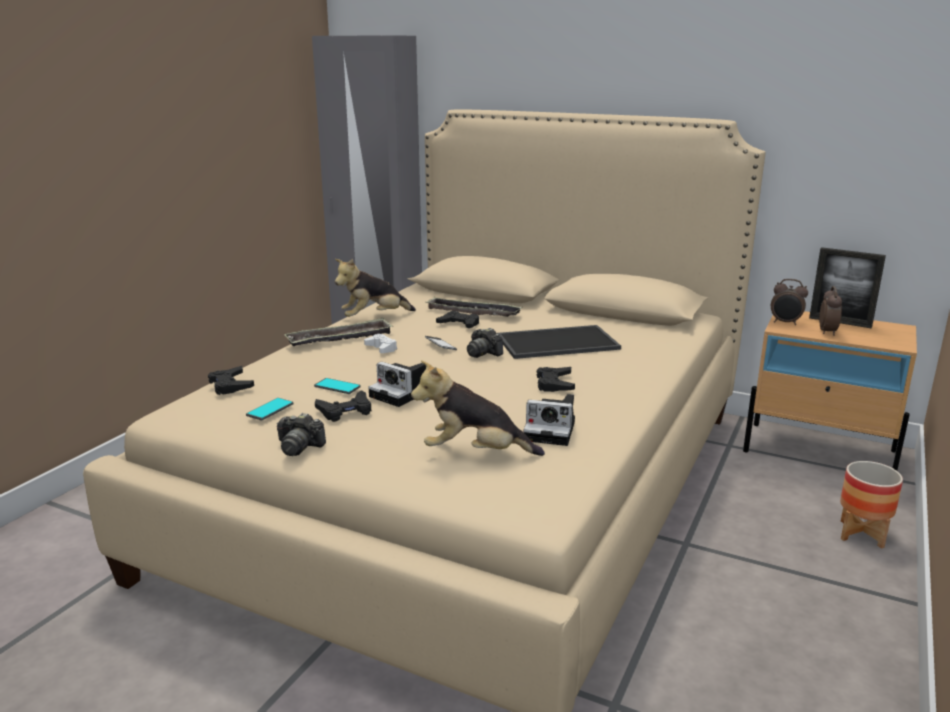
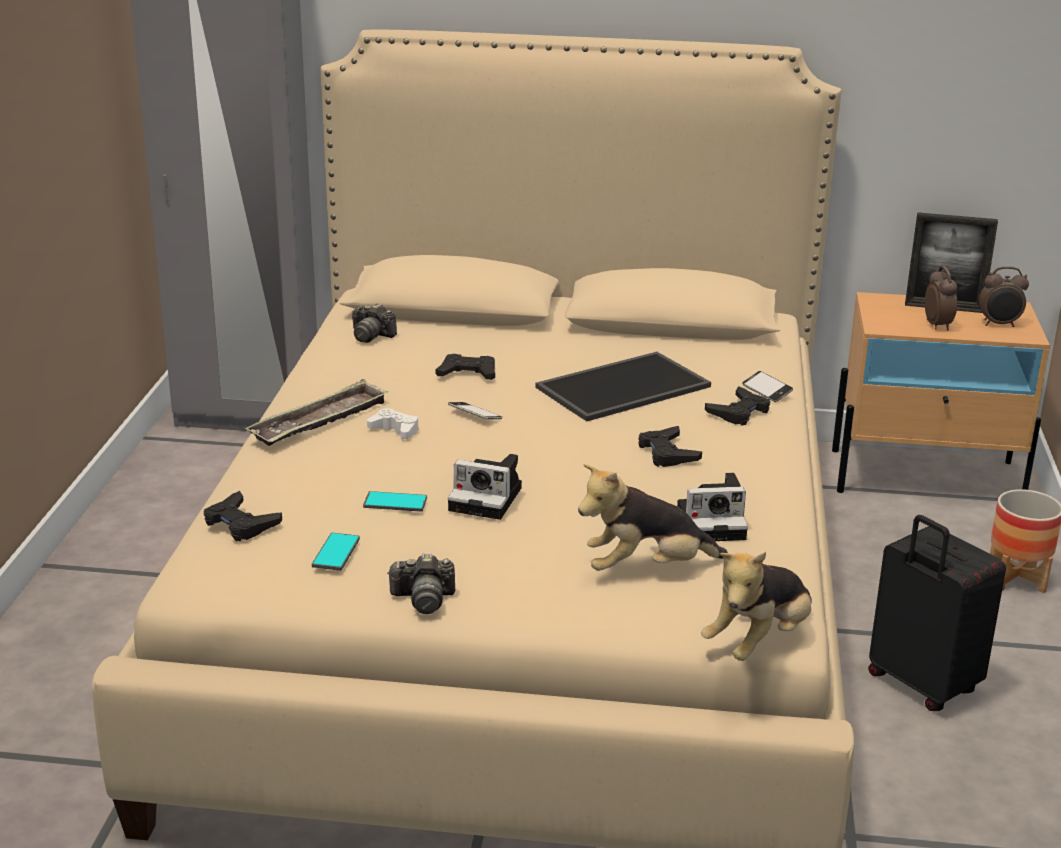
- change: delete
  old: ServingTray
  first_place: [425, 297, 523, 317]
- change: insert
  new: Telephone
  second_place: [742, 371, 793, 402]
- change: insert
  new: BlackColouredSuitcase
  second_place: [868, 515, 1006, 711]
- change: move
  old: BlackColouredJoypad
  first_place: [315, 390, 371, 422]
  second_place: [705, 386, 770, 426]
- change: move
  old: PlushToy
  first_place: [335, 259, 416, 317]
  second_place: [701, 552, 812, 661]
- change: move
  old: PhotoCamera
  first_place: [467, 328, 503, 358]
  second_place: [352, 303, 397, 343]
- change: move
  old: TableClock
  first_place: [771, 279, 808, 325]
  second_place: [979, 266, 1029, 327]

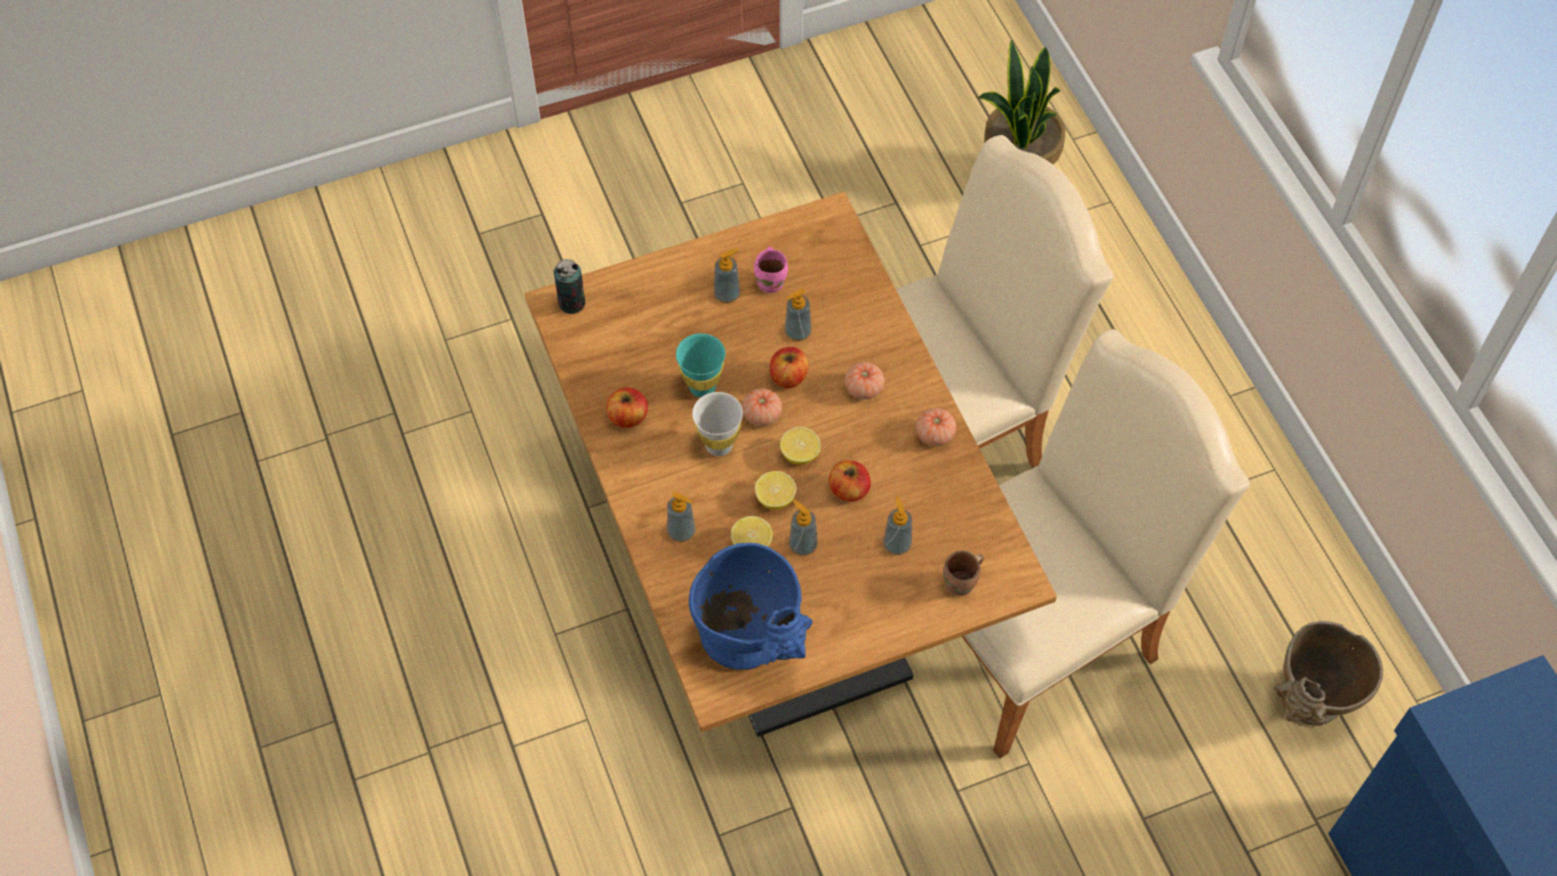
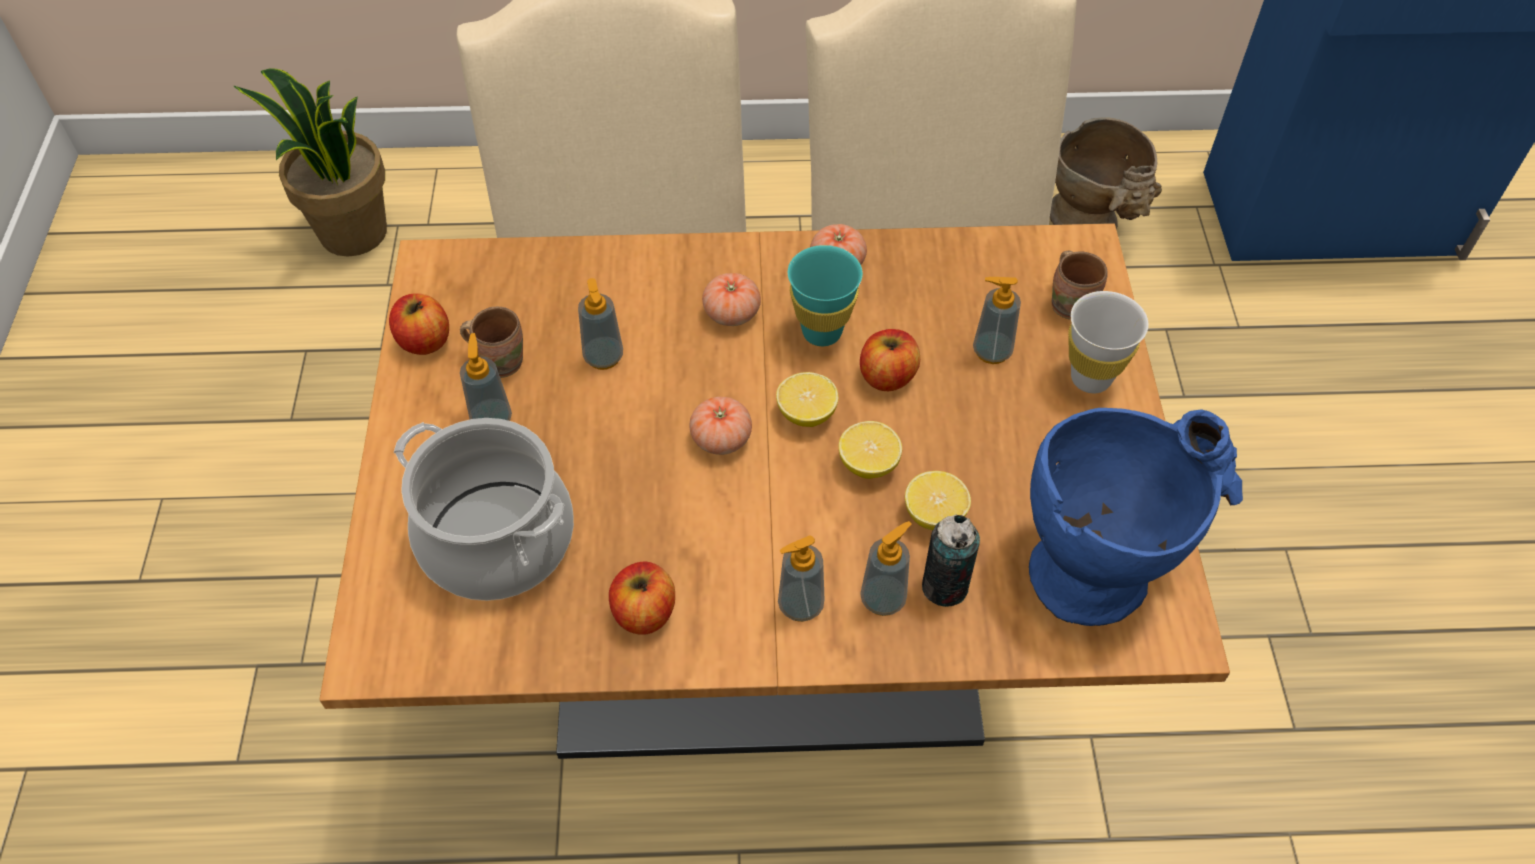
- change: insert
  new: CookingPot
  second_place: [394, 418, 574, 601]
- change: move
  old: MetalCan
  first_place: [554, 259, 585, 314]
  second_place: [922, 515, 980, 607]
- change: move
  old: BlueGreenCup
  first_place: [676, 333, 725, 397]
  second_place: [788, 245, 863, 346]
- change: move
  old: WhiteCup
  first_place: [692, 392, 743, 456]
  second_place: [1068, 291, 1149, 393]
- change: move
  old: Apple
  first_place: [770, 347, 809, 388]
  second_place: [389, 293, 449, 355]
- change: move
  old: SoapDispenser
  first_place: [789, 500, 818, 556]
  second_place: [778, 536, 825, 622]
- change: recolor
  old: PinkCoffeeMug
  new: BrownCoffeeMug
  first_place: [754, 247, 788, 293]
  second_place: [460, 306, 523, 378]

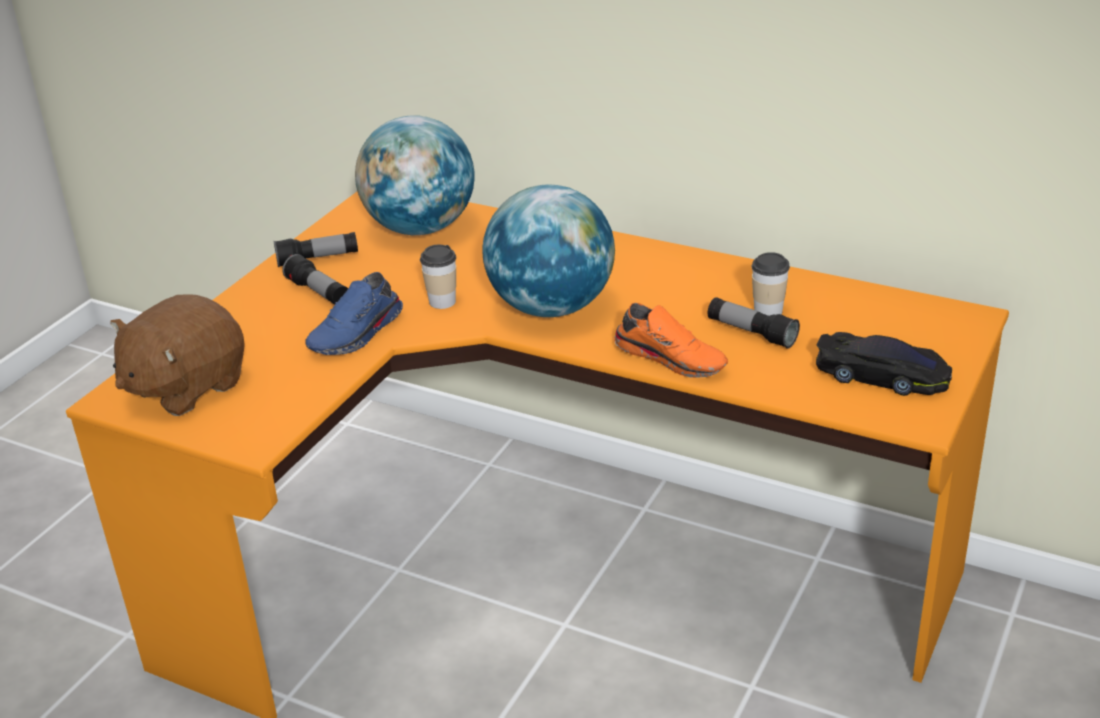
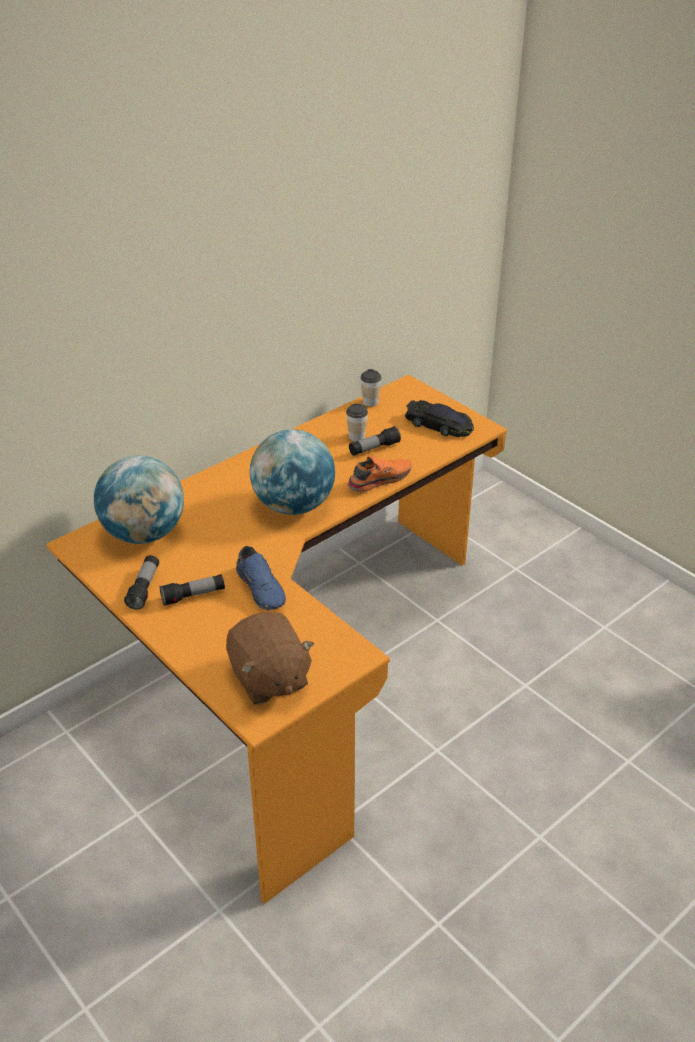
- change: move
  old: Cup
  first_place: [420, 245, 456, 309]
  second_place: [361, 369, 381, 407]
- change: rotate
  old: BlackColouredToyCar
  first_place: [816, 332, 952, 396]
  second_place: [405, 400, 474, 437]
  degrees: 75

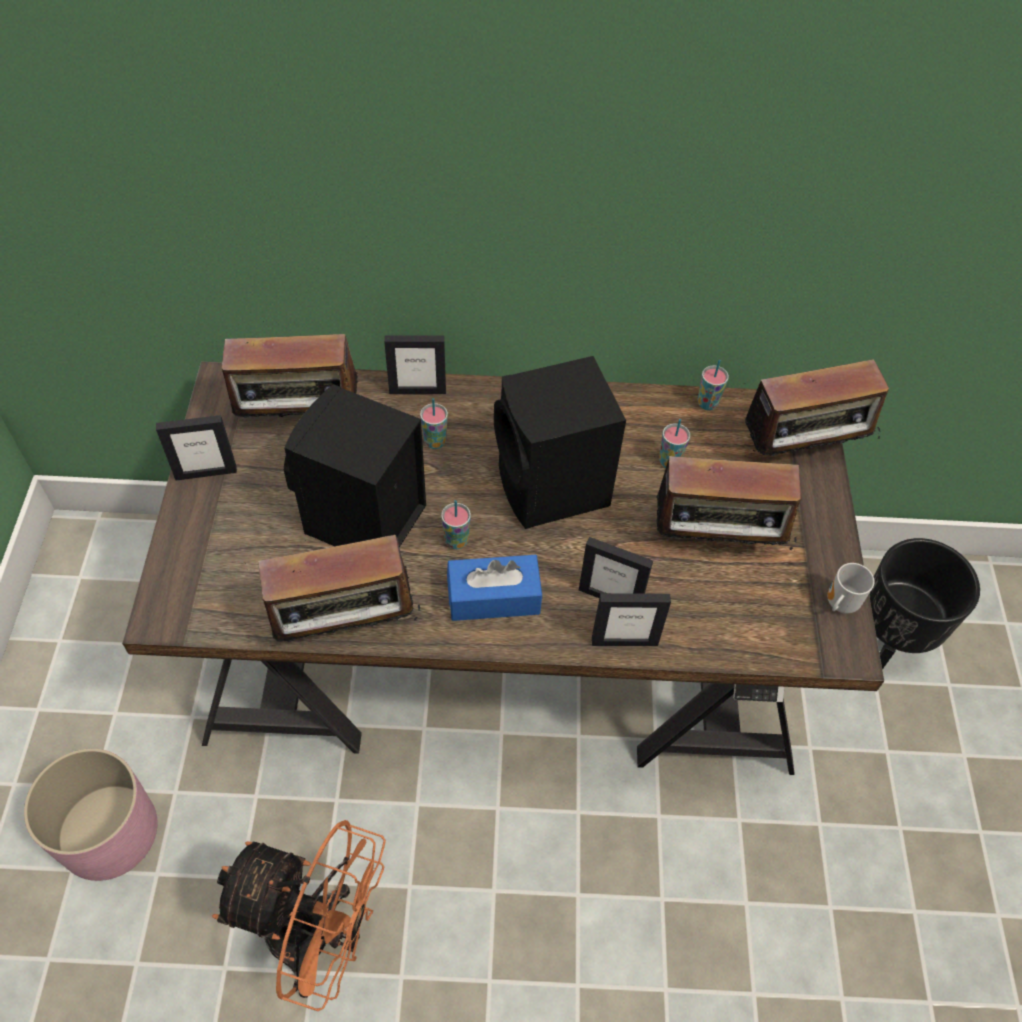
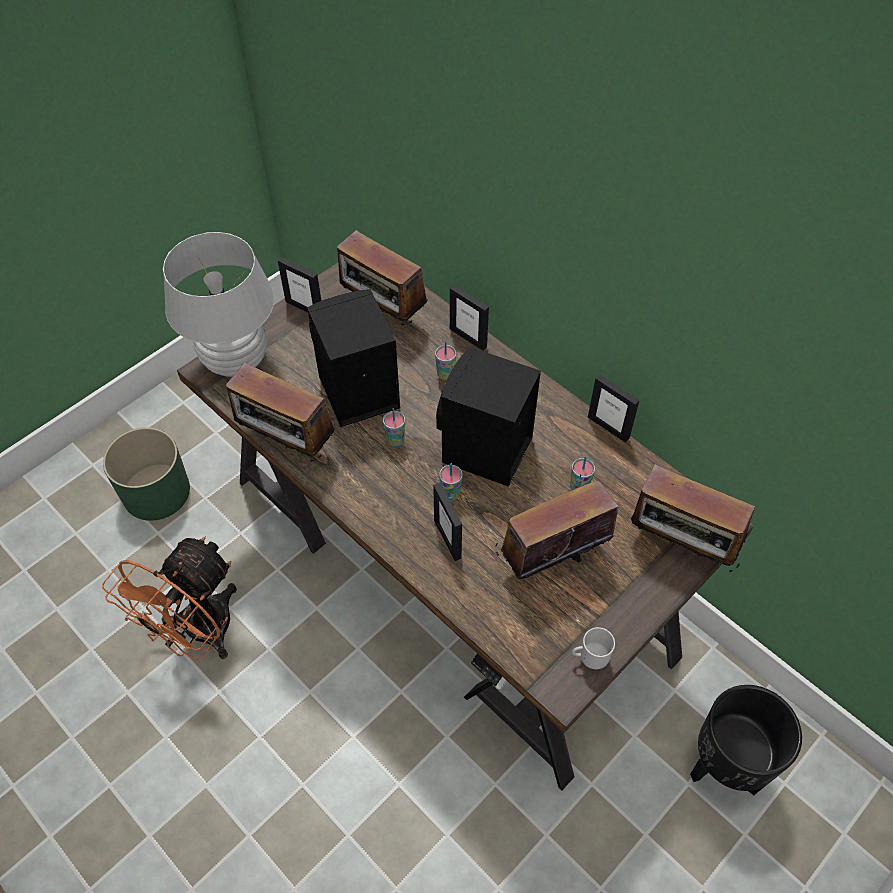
- change: delete
  old: BluishTissueBox
  first_place: [447, 555, 542, 621]
- change: insert
  new: WhiteTabletopLamp
  second_place: [163, 232, 274, 377]
- change: move
  old: StandingFrame
  first_place: [592, 593, 671, 646]
  second_place: [588, 375, 640, 443]
- change: move
  old: Cup
  first_place: [698, 360, 729, 410]
  second_place: [439, 463, 462, 501]
- change: recolor
  old: PinkFlowerPot
  new: GreenishFlowerPot
  first_place: [24, 748, 157, 881]
  second_place: [103, 427, 190, 521]
- change: rotate
  old: OrangeCoolingFan
  first_place: [212, 820, 386, 1011]
  second_place: [102, 536, 237, 661]
  degrees: 60
- change: rotate
  old: RadioSet
  first_place: [657, 446, 801, 550]
  second_place: [495, 474, 619, 579]
  degrees: 105

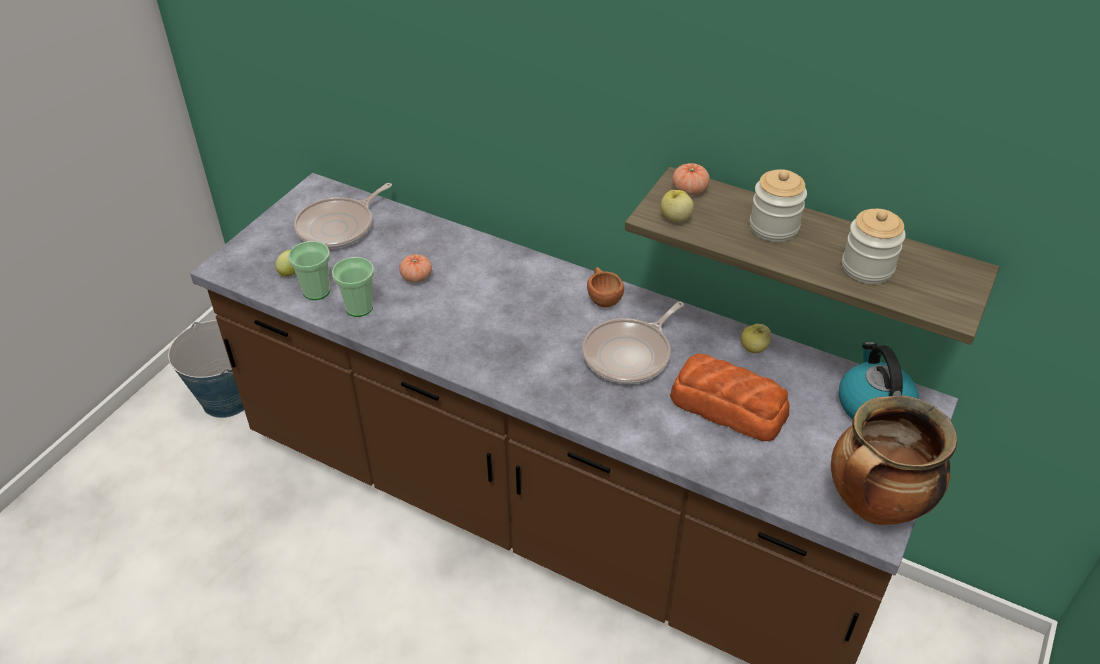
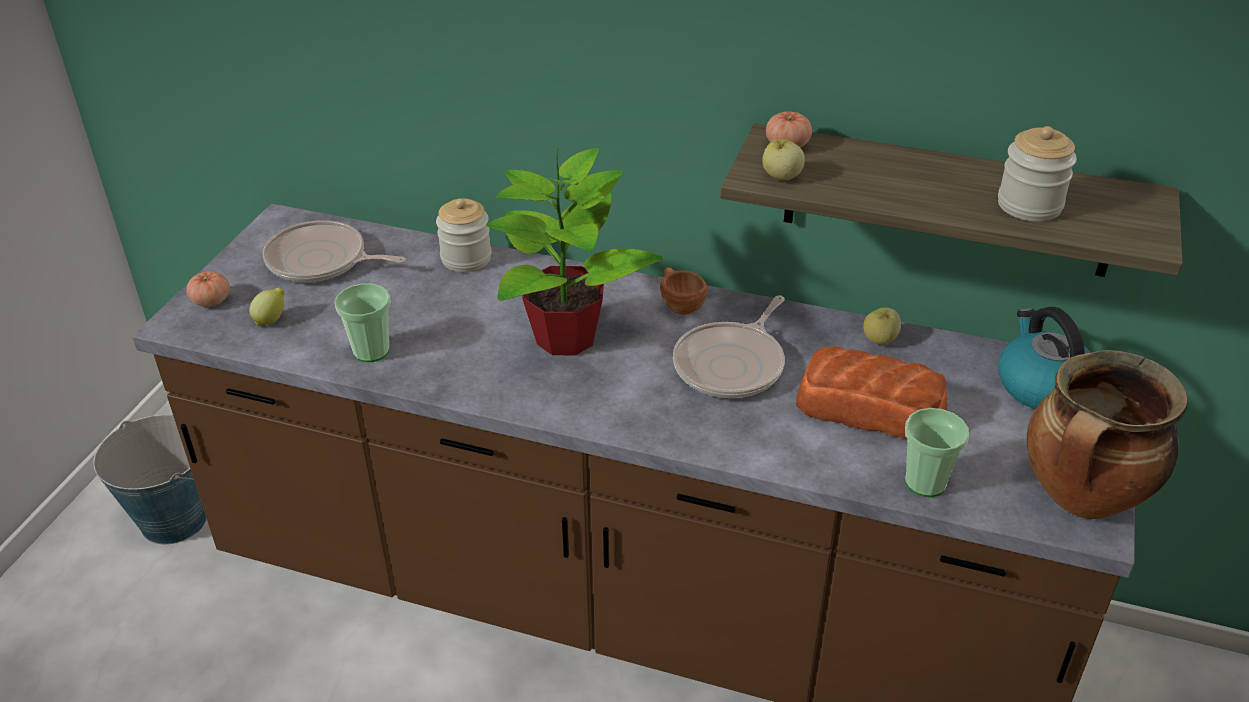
- change: insert
  new: PottedPlant
  second_place: [486, 148, 664, 356]
- change: move
  old: Cup
  first_place: [288, 241, 330, 300]
  second_place: [905, 408, 969, 497]
- change: move
  old: Tomato
  first_place: [399, 254, 432, 283]
  second_place: [186, 271, 230, 307]
- change: move
  old: PreserveJar
  first_place: [750, 169, 807, 242]
  second_place: [436, 198, 492, 272]
- change: rotate
  old: Pan
  first_place: [294, 183, 392, 249]
  second_place: [263, 220, 406, 282]
  degrees: 75

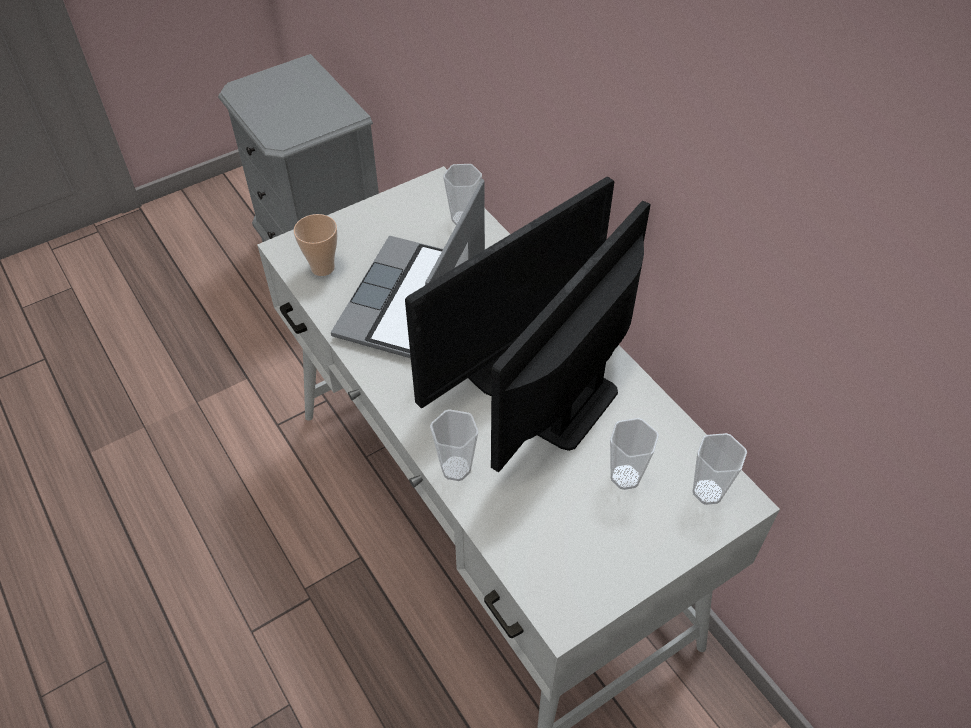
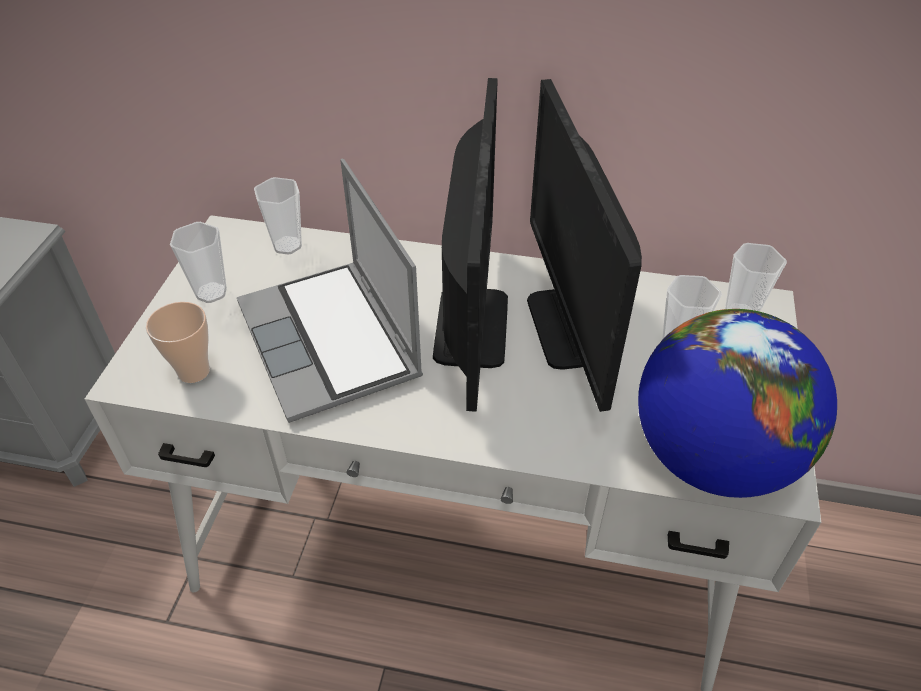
- change: insert
  new: Globe
  second_place: [638, 309, 837, 498]
- change: move
  old: Cup
  first_place: [430, 409, 479, 481]
  second_place: [170, 222, 227, 303]

